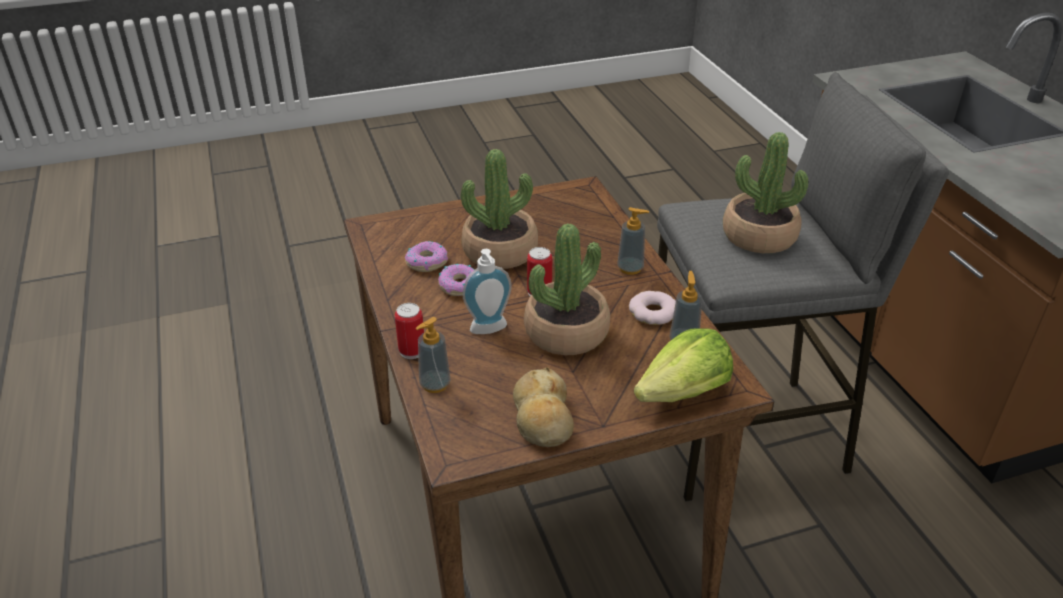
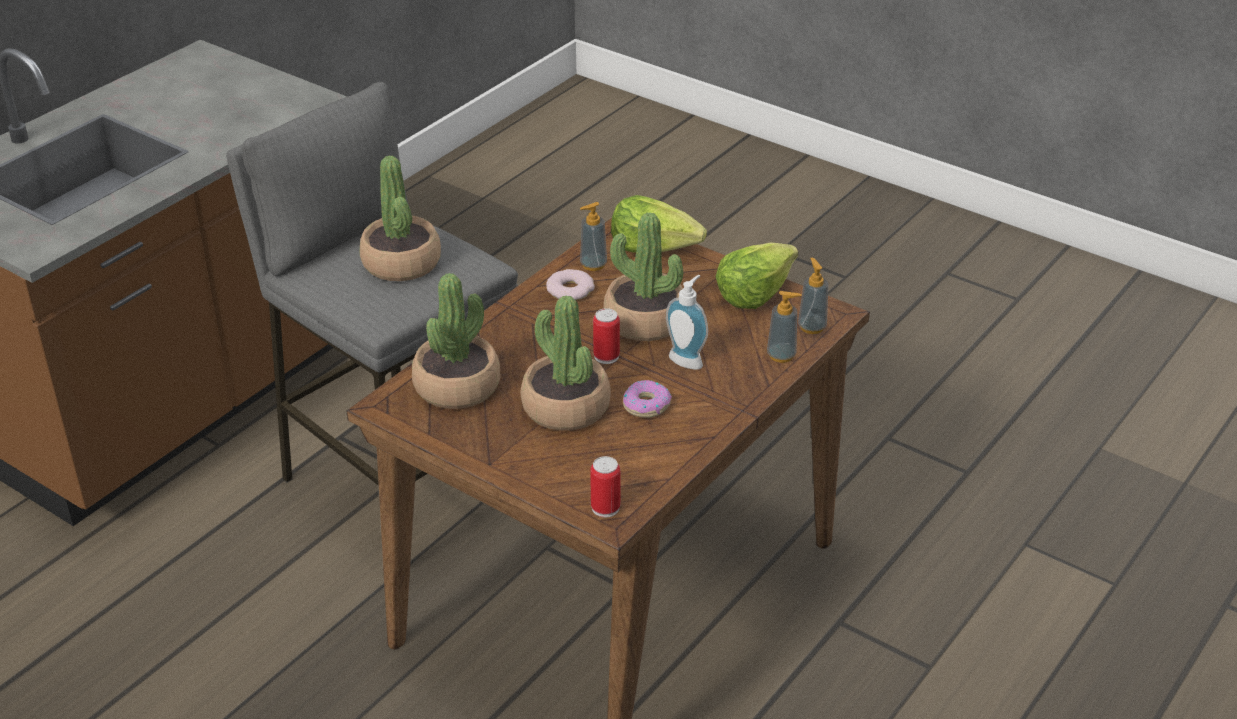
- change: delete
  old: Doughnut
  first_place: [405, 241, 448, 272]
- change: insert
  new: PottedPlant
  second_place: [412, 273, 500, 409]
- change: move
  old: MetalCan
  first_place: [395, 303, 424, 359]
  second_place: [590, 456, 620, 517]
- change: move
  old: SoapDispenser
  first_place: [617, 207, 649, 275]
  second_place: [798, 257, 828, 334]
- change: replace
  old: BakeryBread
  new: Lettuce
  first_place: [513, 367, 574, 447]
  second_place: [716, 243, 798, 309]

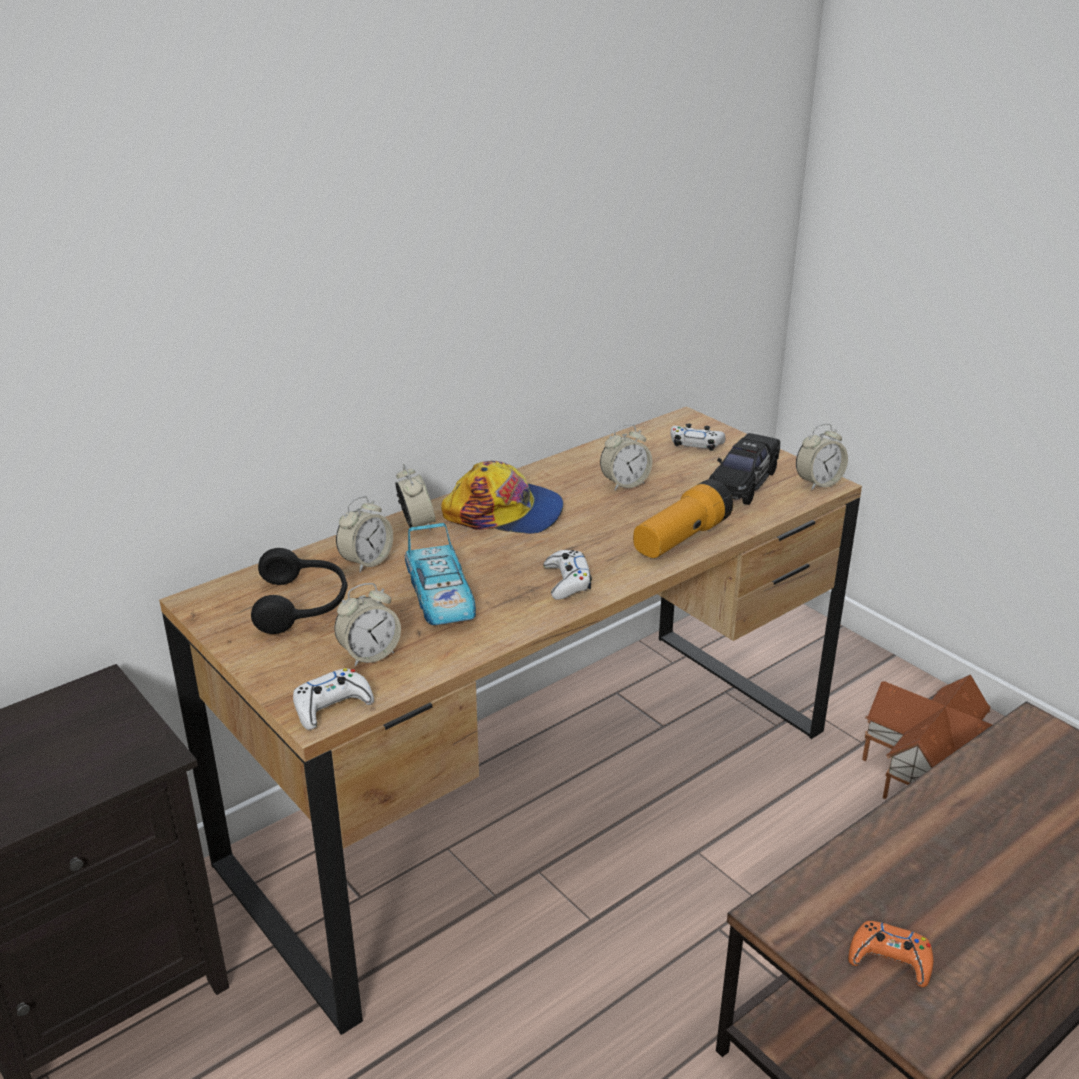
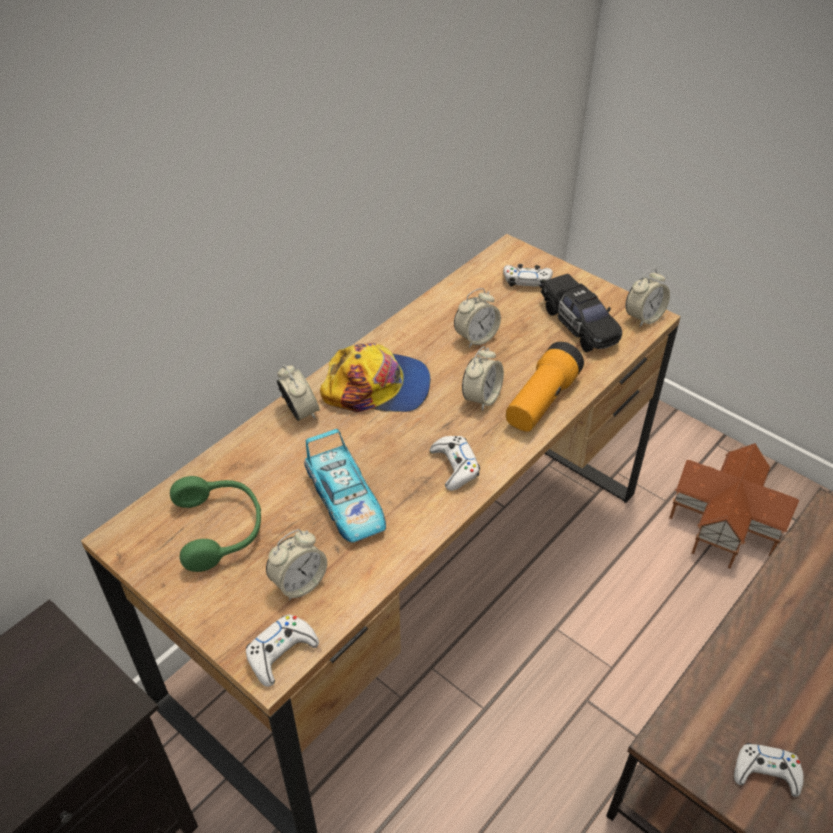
- change: move
  old: TableClock
  first_place: [336, 496, 393, 572]
  second_place: [462, 346, 504, 411]
- change: recolor
  old: BlackColouredHeadphones
  new: GreenishHeadphones
  first_place: [251, 548, 347, 634]
  second_place: [170, 476, 261, 572]
- change: recolor
  old: OrangeJoypad
  new: WhiteJoypad
  first_place: [848, 920, 933, 987]
  second_place: [734, 743, 804, 797]
- change: rotate
  old: BlackColouredToyCar
  first_place: [709, 433, 780, 505]
  second_place: [541, 274, 622, 352]
  degrees: -45

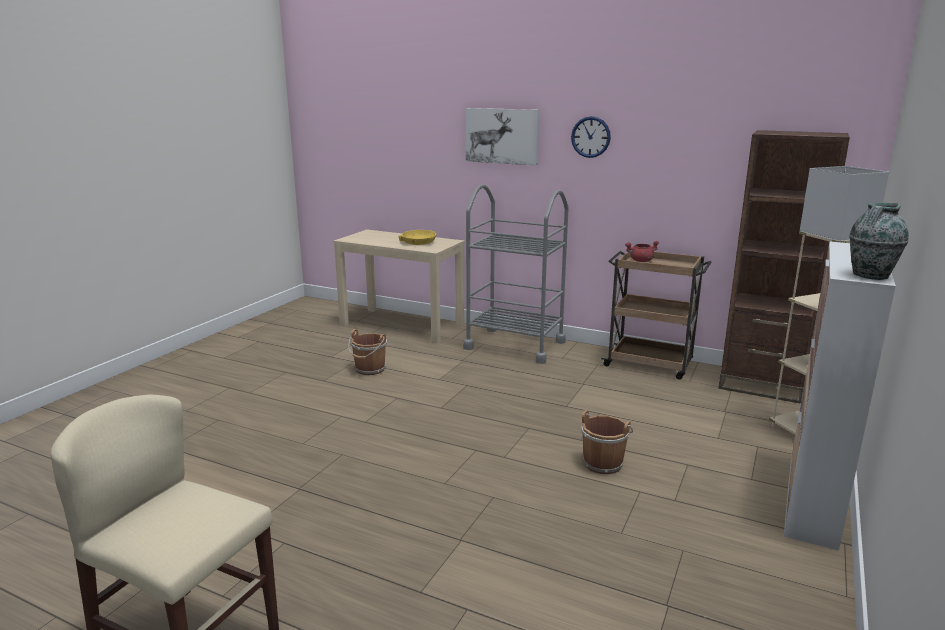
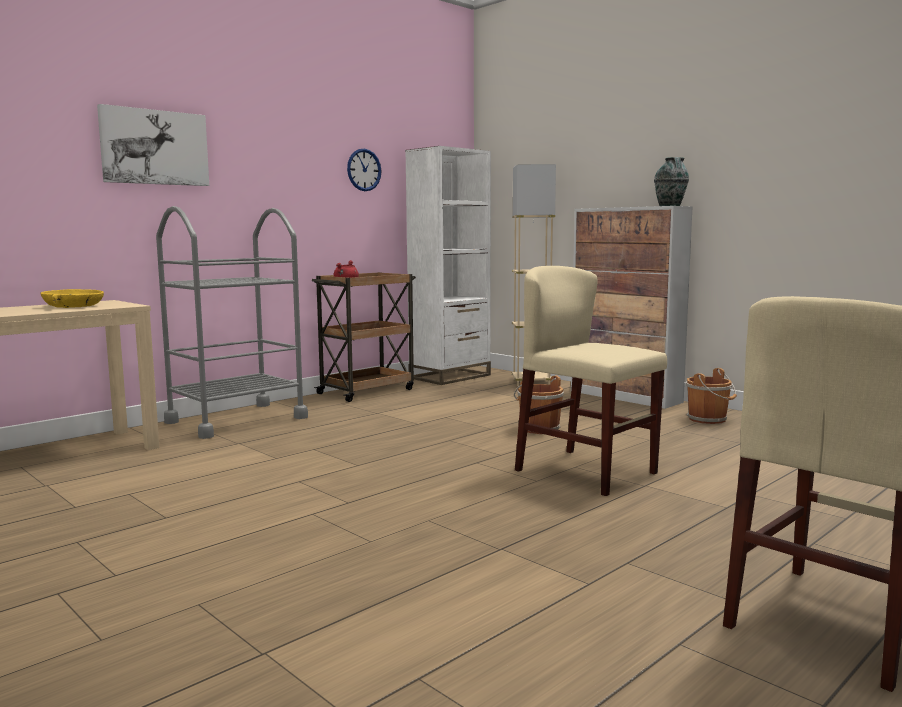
- change: insert
  new: BeigeColouredUprightChair
  second_place: [515, 266, 667, 496]
- change: move
  old: BrownWaterBucket
  first_place: [348, 329, 387, 375]
  second_place: [686, 368, 737, 424]
- change: move
  old: ClockOnTheWall
  first_place: [571, 116, 611, 158]
  second_place: [347, 149, 381, 191]
- change: recolor
  old: BrownShelvingUnit
  new: WhiteShelvingUnit
  first_place: [718, 130, 850, 404]
  second_place: [405, 146, 491, 385]

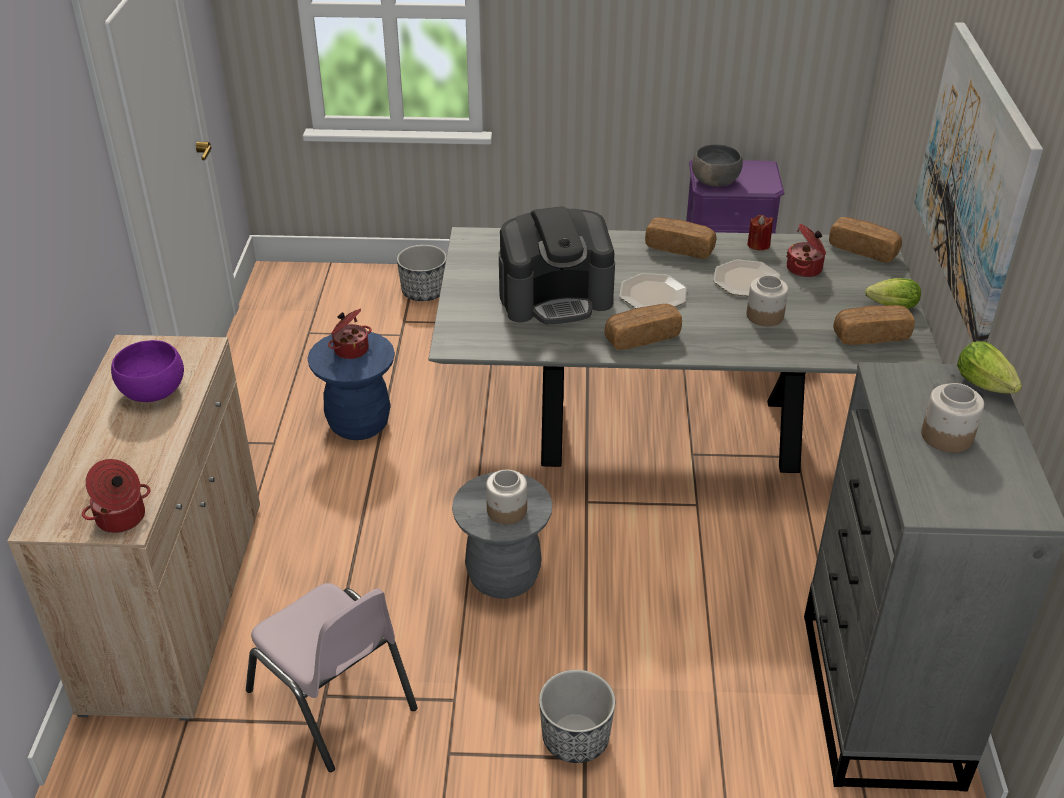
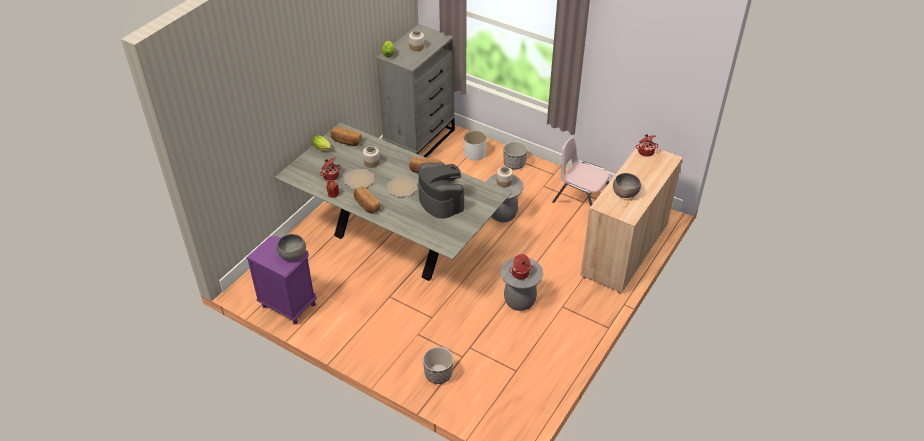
- change: delete
  old: BakeryBread
  first_place: [829, 217, 902, 263]
- change: delete
  old: WallArt
  first_place: [914, 22, 1043, 342]
- change: insert
  new: WhiteFlowerPot
  second_place: [464, 131, 487, 161]
- change: recolor
  old: PurpleColouredServingBowl
  new: GreyServingBowl
  first_place: [111, 340, 184, 402]
  second_place: [613, 173, 641, 198]
- change: recolor
  old: BluishStoolSeat
  new: GreyStoolSeat
  first_place: [308, 331, 395, 440]
  second_place: [501, 257, 543, 311]
- change: rotate
  old: PinkUprightChair
  first_place: [246, 583, 418, 772]
  second_place: [552, 137, 609, 207]
  degrees: -45
- change: rotate
  old: CoffeeMachine
  first_place: [499, 206, 615, 325]
  second_place: [418, 162, 464, 219]
  degrees: 45

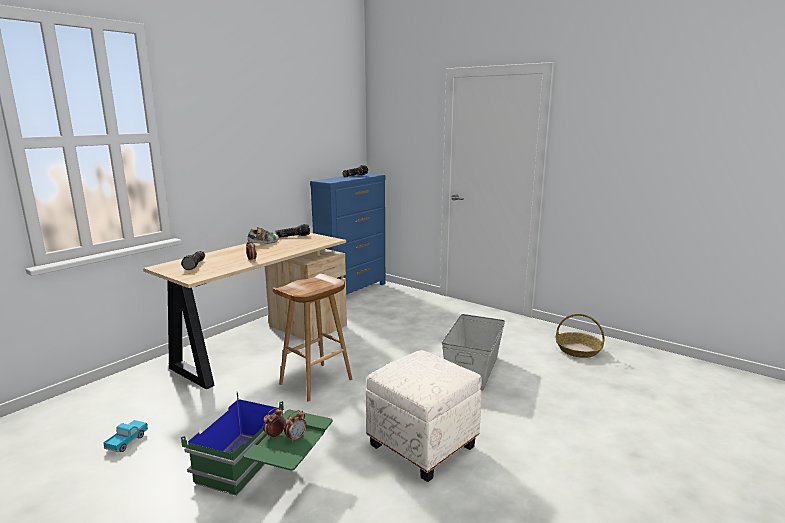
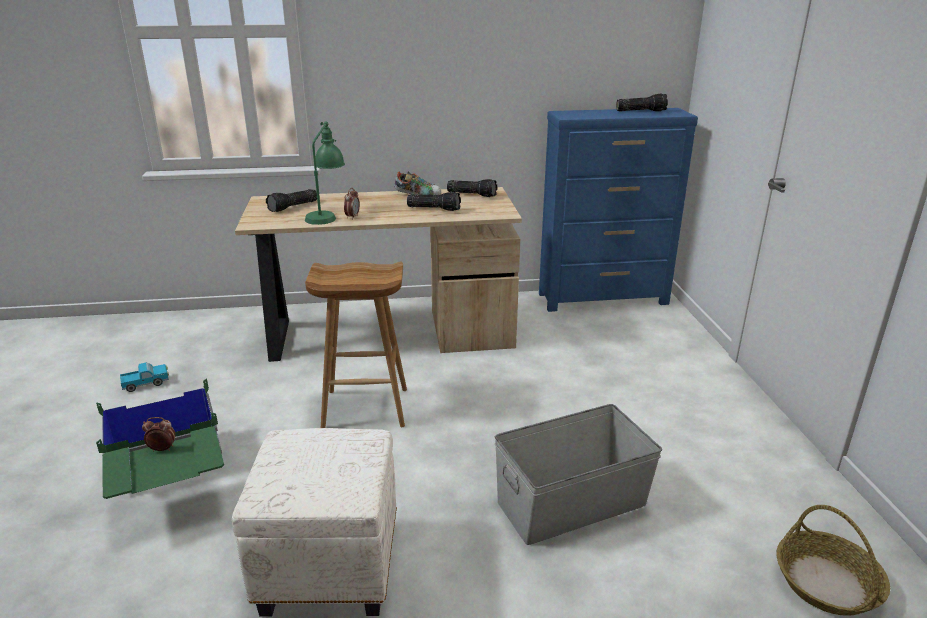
- change: delete
  old: TableClock
  first_place: [284, 410, 307, 442]
- change: insert
  new: GreenishTabletopLamp
  second_place: [305, 121, 345, 225]
- change: insert
  new: HandTorch
  second_place: [407, 192, 461, 211]

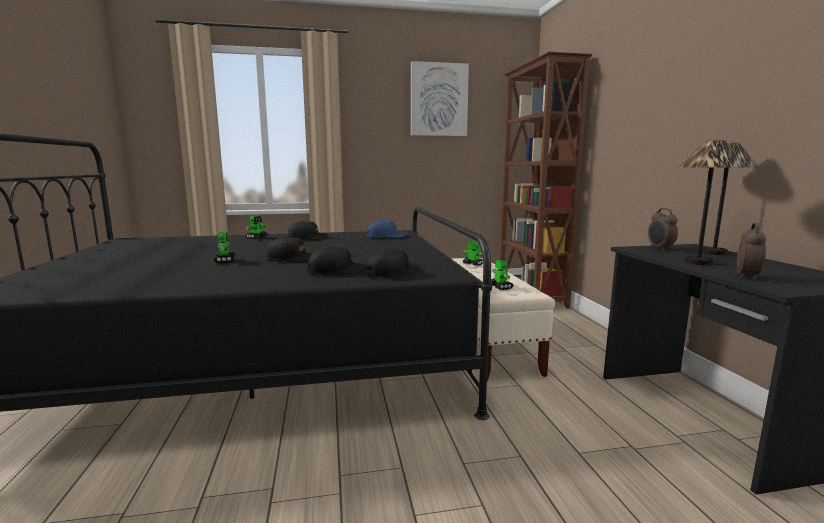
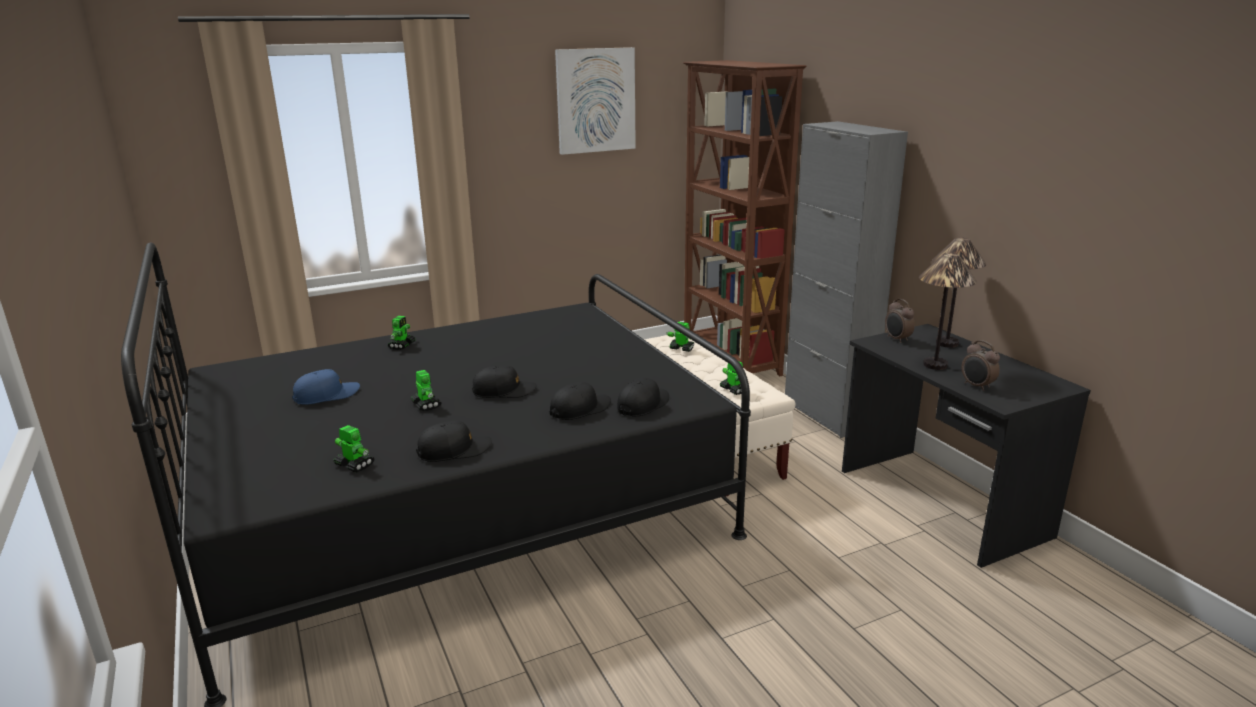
- change: insert
  new: ToyRobot
  second_place: [334, 425, 374, 472]
- change: insert
  new: GreyStorageCabinet
  second_place: [785, 121, 908, 438]
- change: move
  old: BlackColouredPeakedCap
  first_place: [288, 221, 329, 240]
  second_place: [416, 421, 492, 462]
- change: move
  old: BluishPeakedCap
  first_place: [367, 220, 407, 238]
  second_place: [292, 369, 360, 405]
- change: rotate
  old: TableClock
  first_place: [737, 223, 766, 280]
  second_place: [962, 340, 1000, 391]
  degrees: 135

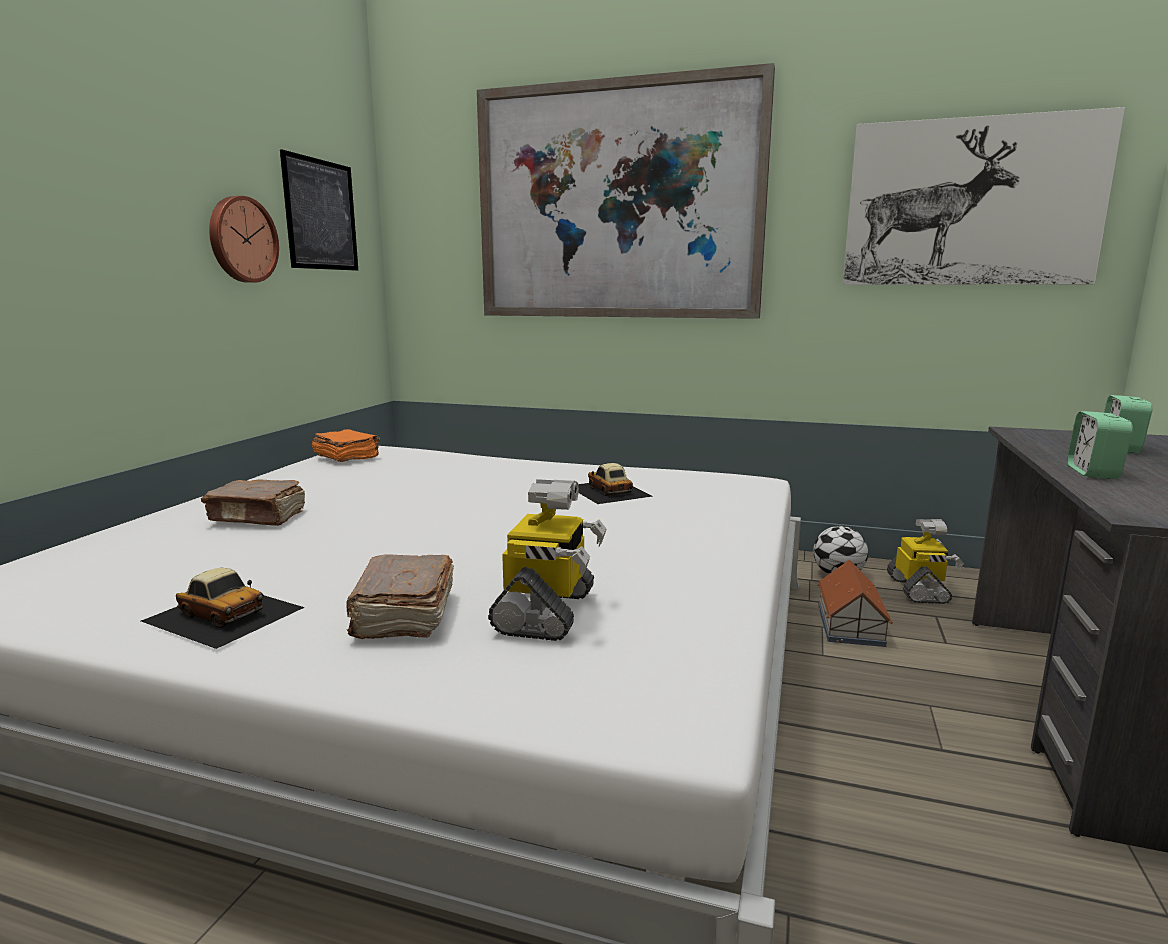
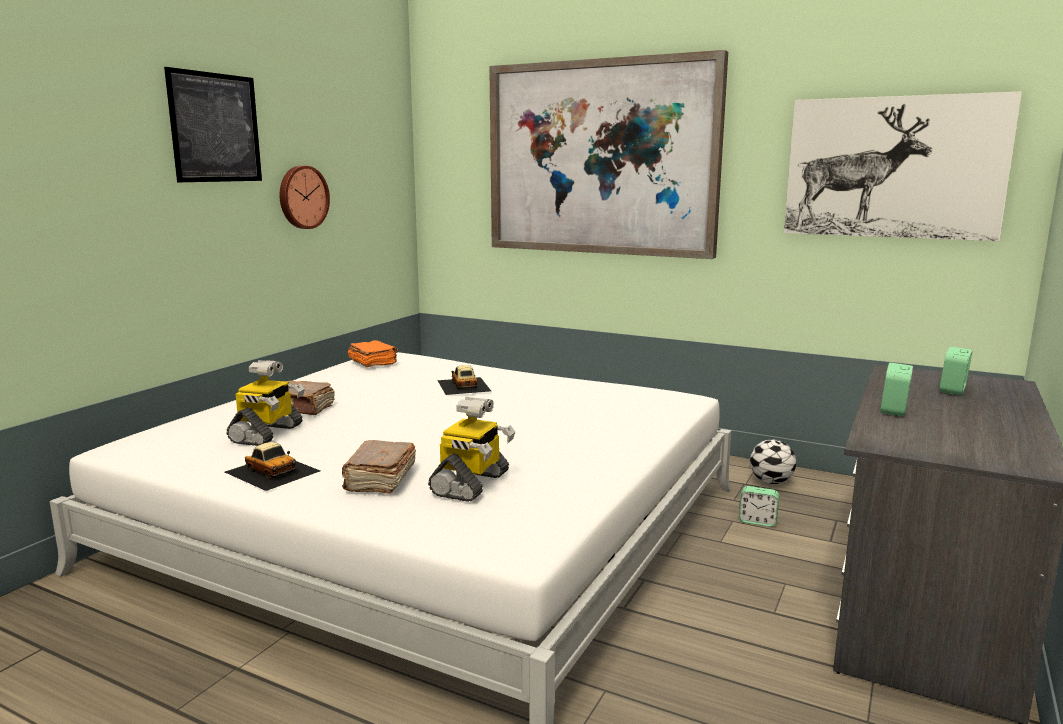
- change: move
  old: WallArt
  first_place: [280, 150, 358, 271]
  second_place: [164, 67, 262, 182]
- change: move
  old: ToyCar
  first_place: [578, 463, 653, 504]
  second_place: [437, 365, 491, 395]
- change: move
  old: ToyRobot
  first_place: [887, 519, 964, 604]
  second_place: [227, 360, 305, 446]
- change: replace
  old: ToyHouse
  new: TableClock
  first_place: [817, 560, 893, 647]
  second_place: [739, 486, 779, 527]

